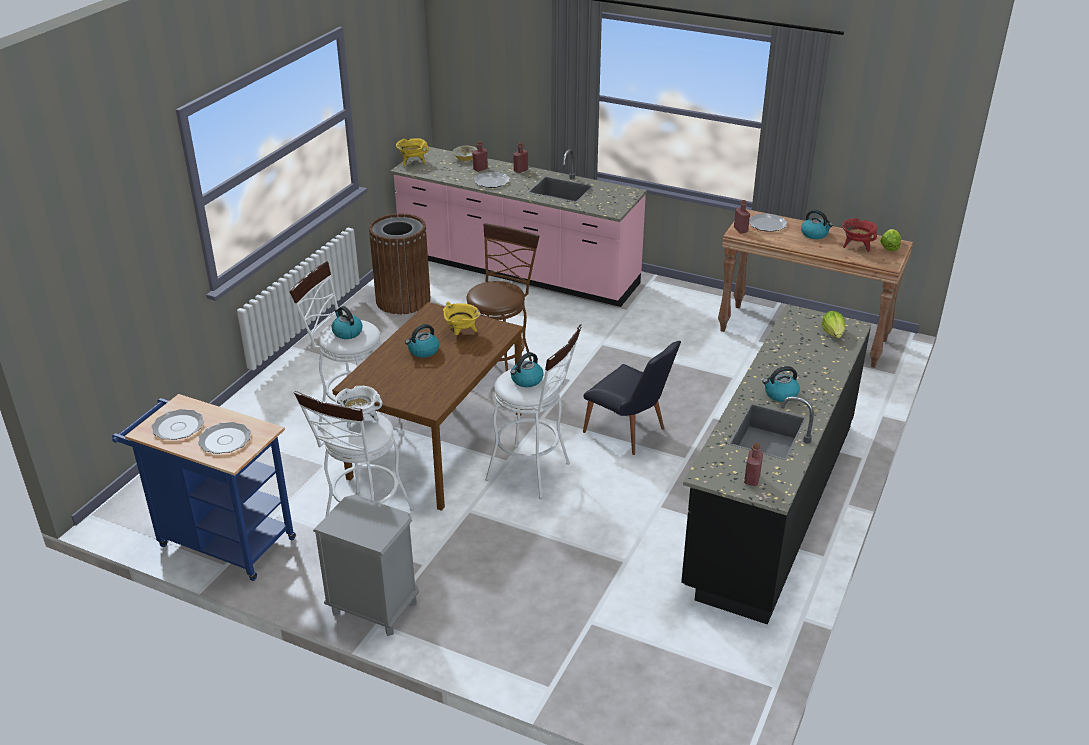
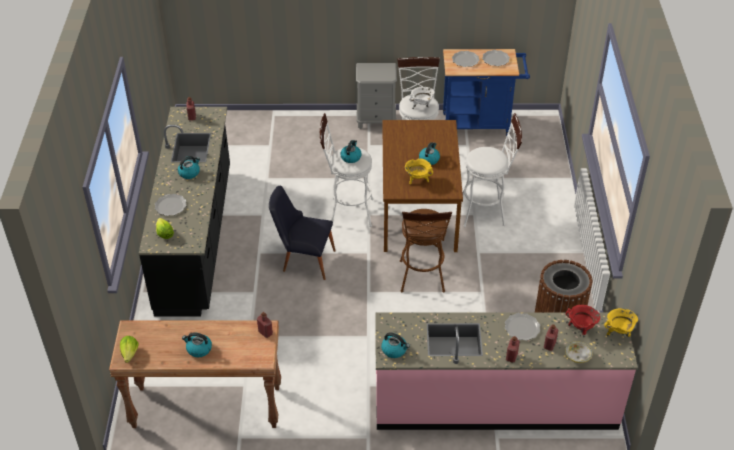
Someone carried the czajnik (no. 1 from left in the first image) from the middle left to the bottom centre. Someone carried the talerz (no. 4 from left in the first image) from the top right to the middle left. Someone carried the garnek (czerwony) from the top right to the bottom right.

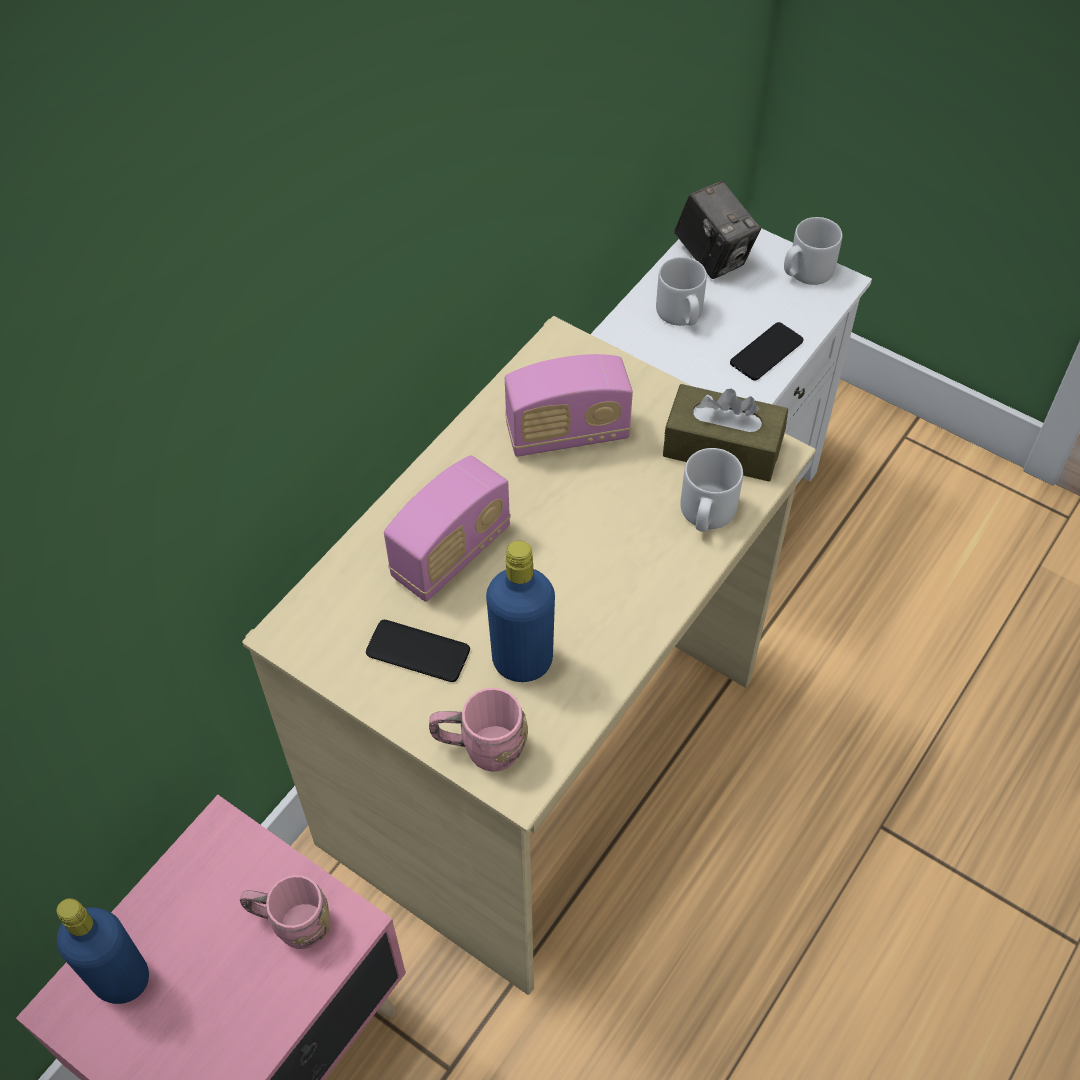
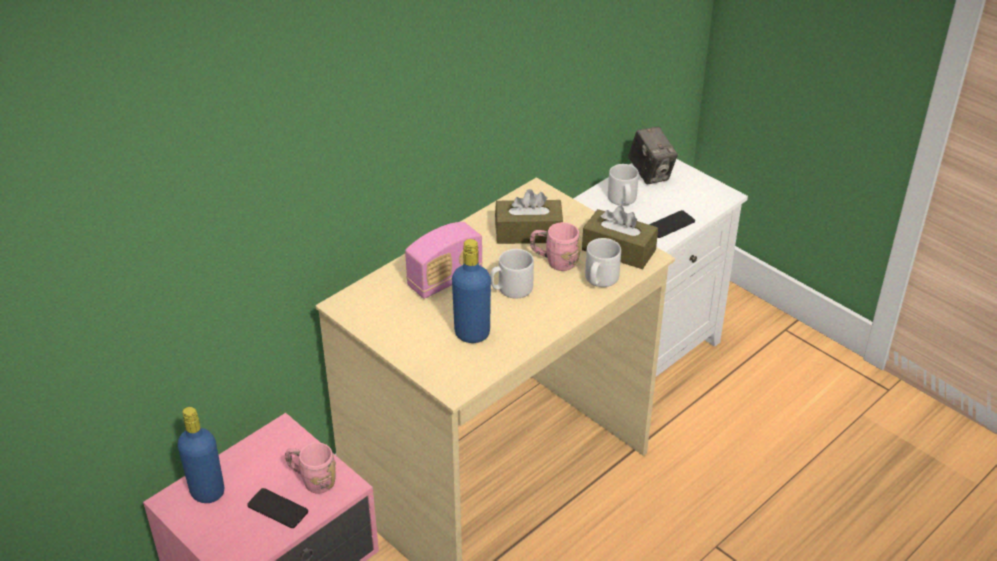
Someone carried the telefon (no. 1 from left) from the centre to the bottom left. Someone carried the kubek (różowy) (no. 2 from left) from the bottom centre to the centre. Someone swapped the radio (no. 2 from left) at the centre for the pudełko chusteczek (brązowy) (no. 1 from left) at the centre. Someone carried the kubek (szary) (no. 3 from left in the first image) from the top right to the centre.

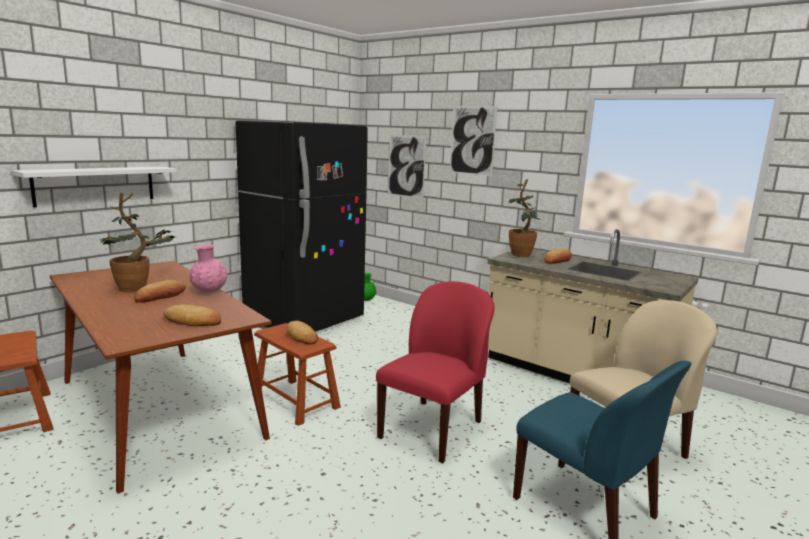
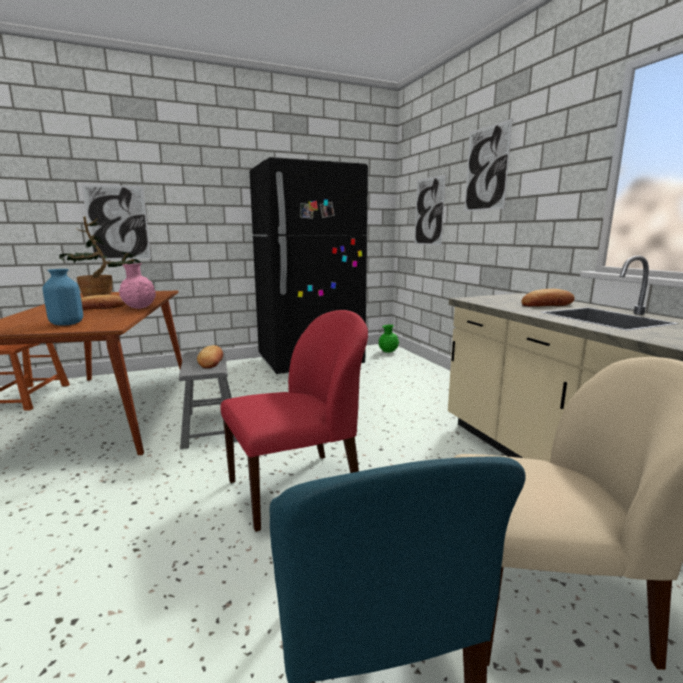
Someone swapped the półka (biały) at the middle left for the obraz (no. 1 from left) at the top left. Someone swapped the chleb (no. 2 from left) at the middle left for the wazon (niebieski) at the middle left. Someone repainted the stołek (brązowy) (no. 2 from left) at the bottom centre, which became the stołek (szary) at the middle left. Someone took away the roślina doniczkowa (no. 2 from left) at the centre.

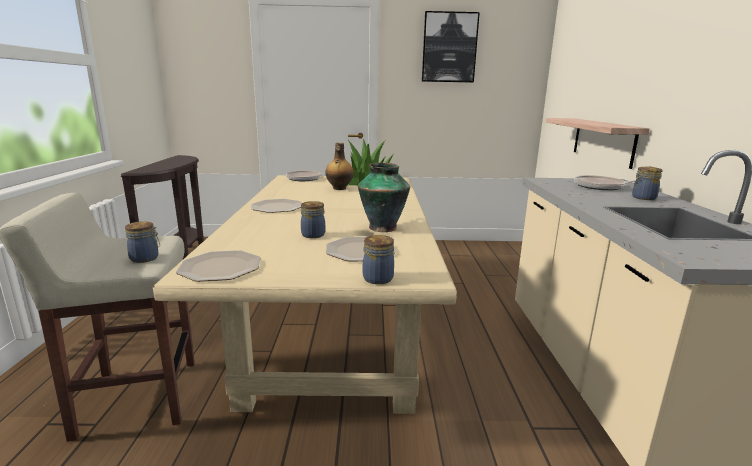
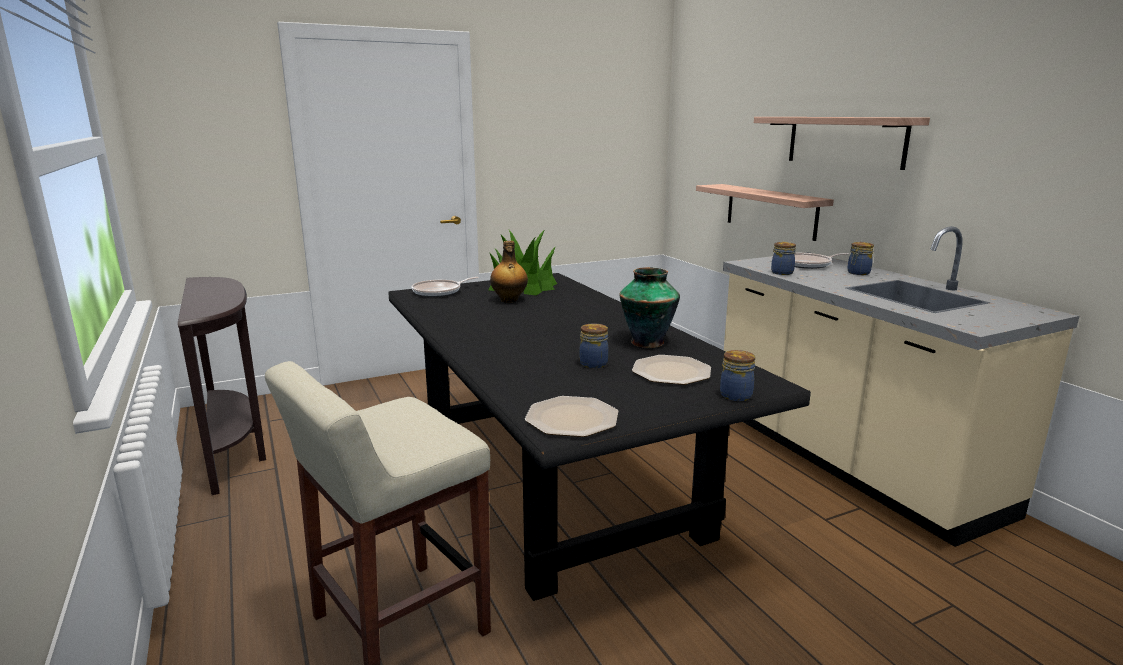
Someone carried the słoik (no. 1 from left in the first image) from the middle left to the middle right. Someone repainted the stół jadalny (beżowy) at the centre, which became the stół jadalny (czarny) at the centre. Someone took away the talerz (no. 2 from left) at the centre. Someone took away the obraz at the top centre. Someone put up the półka (no. 2 from left) at the top right.

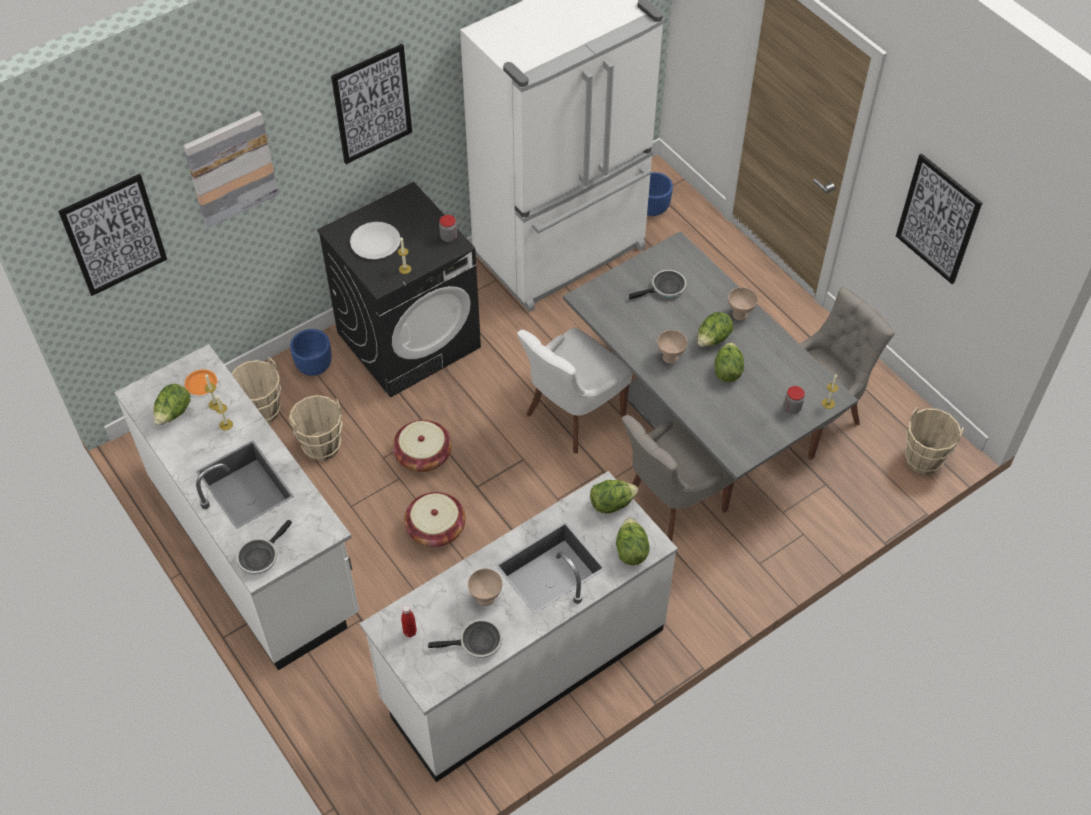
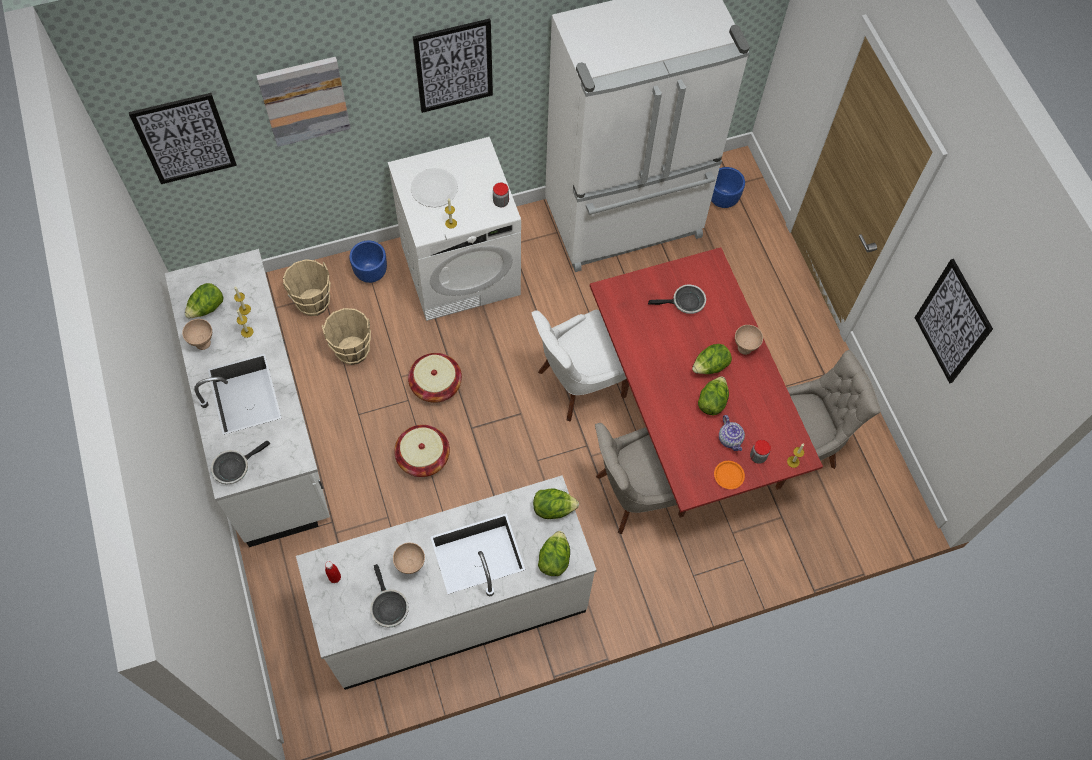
Someone carried the talerz (pomarańczowy) from the middle left to the middle right. Someone repainted the pralka (czarny) at the centre, which became the pralka (biały) at the top centre. Someone rotated the patelnia (no. 2 from left) at the bottom centre by 60 degrees clockwise. Someone repainted the stół jadalny (szary) at the centre, which became the stół jadalny (czerwony) at the centre. Someone carried the miska (beżowy) (no. 2 from left in the first image) from the centre to the middle left. Someone took away the wiadro (beżowy) (no. 3 from left) at the middle right. Someone put down the imbryk at the middle right.

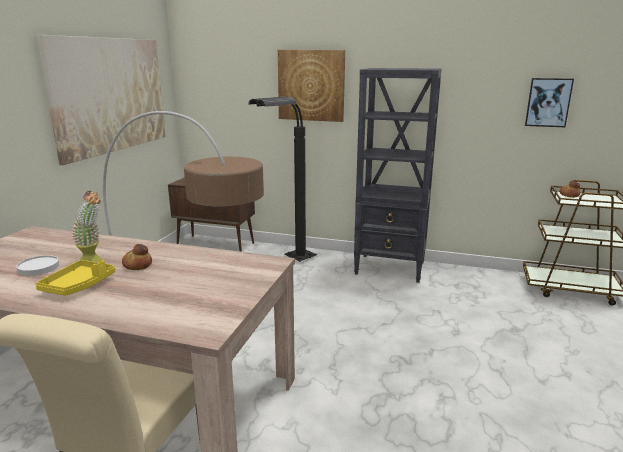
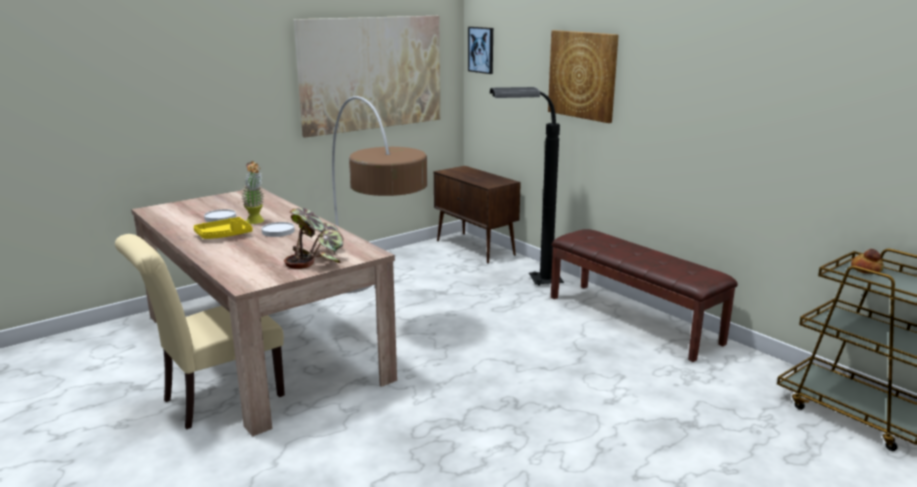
Someone swapped the chleb (no. 1 from left) at the middle left for the talerz (biały) (no. 2 from left) at the middle left. Someone swapped the regał (czarny) at the centre for the ławka (brązowy) at the middle right. Someone carried the obraz (no. 3 from left in the first image) from the top right to the top centre. Someone put down the roślina doniczkowa (no. 2 from left) at the centre.

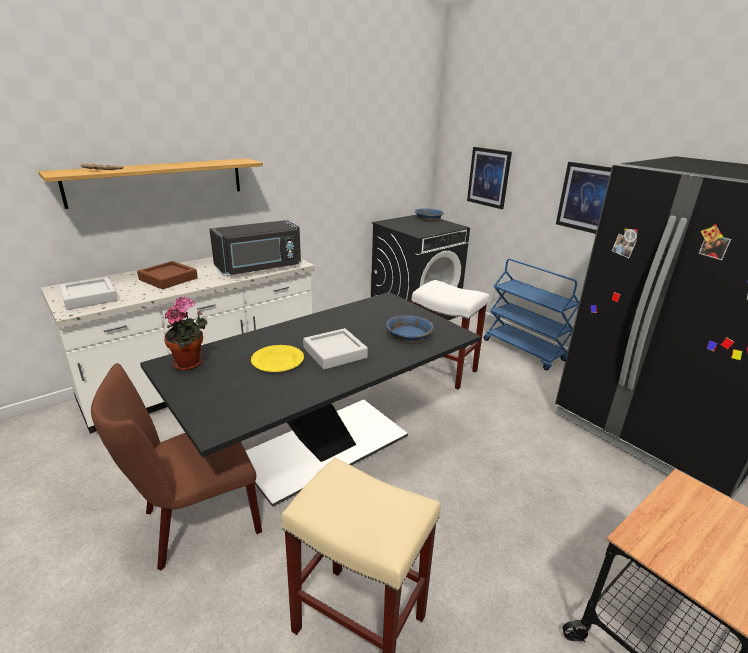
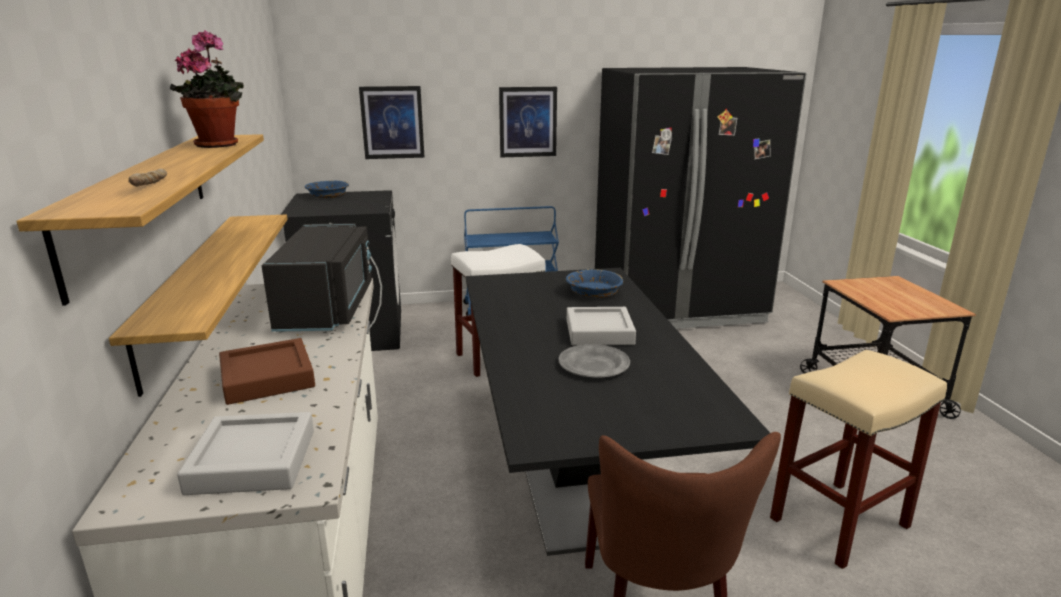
Someone carried the roślina doniczkowa from the middle left to the top left. Someone repainted the talerz (żółty) at the centre, which became the talerz (szary) at the centre. Someone put up the półka (no. 2 from left) at the middle left.

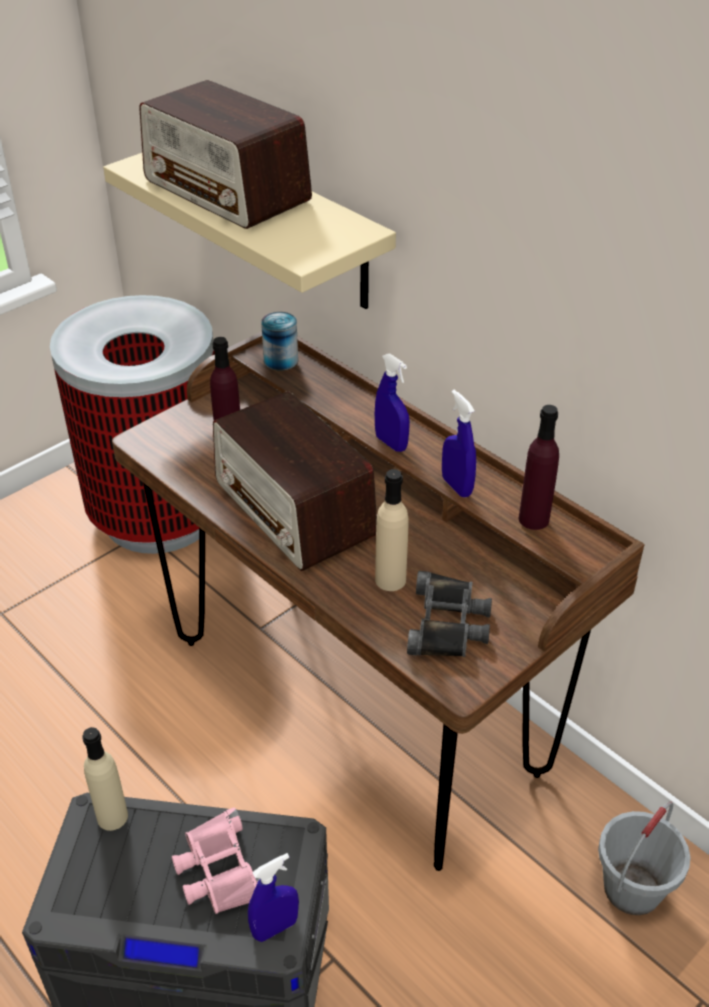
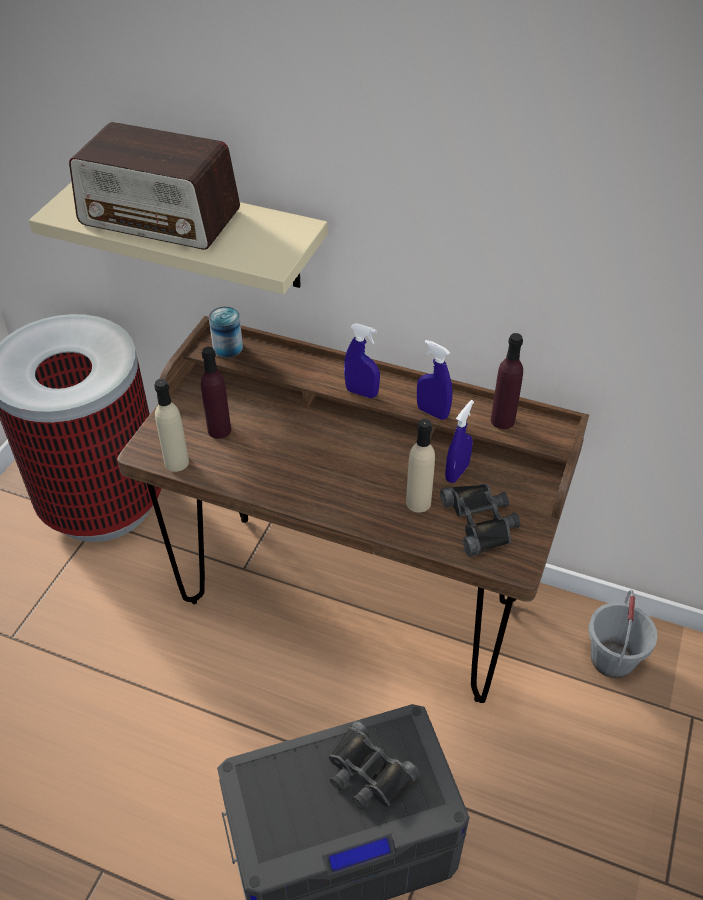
Someone carried the butelka (beżowy) (no. 1 from left) from the bottom left to the middle left. Someone repainted the lornetka (różowy) at the bottom left, which became the lornetka (czarny) (no. 1 from left) at the bottom centre. Someone took away the radio (no. 2 from left) at the centre. Someone carried the spryskiwacz (niebieski) (no. 1 from left in the first image) from the bottom centre to the centre.

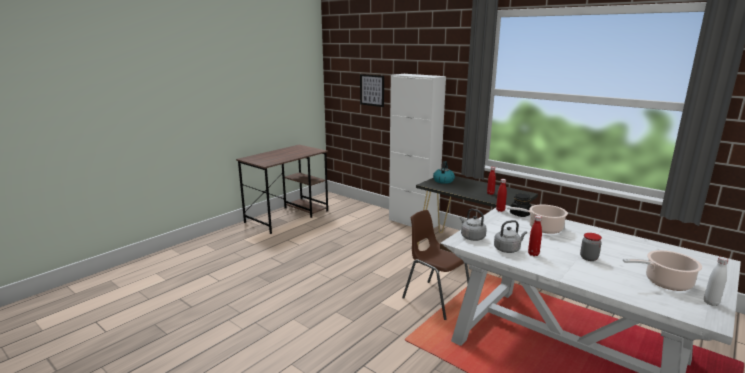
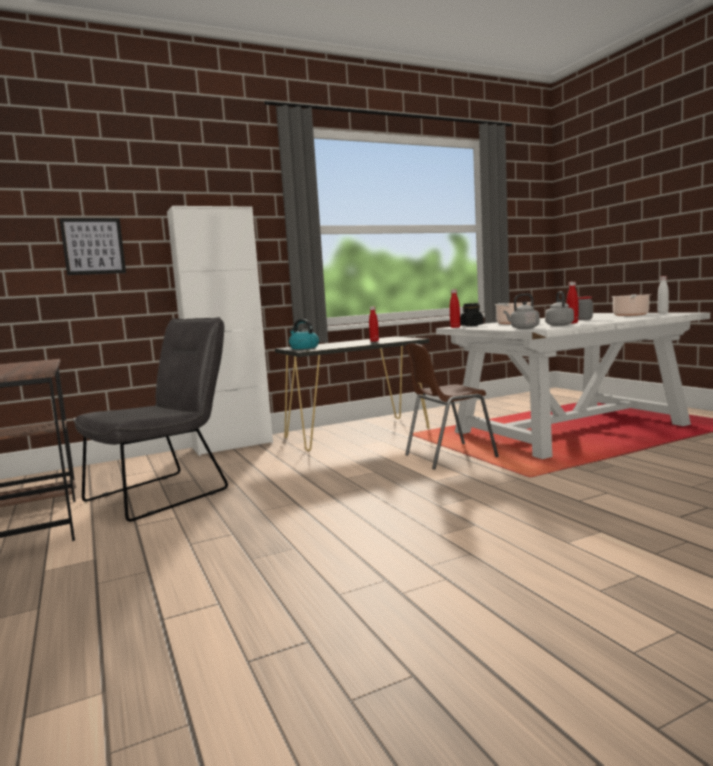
Someone put down the krzesło (szary) at the middle left.

